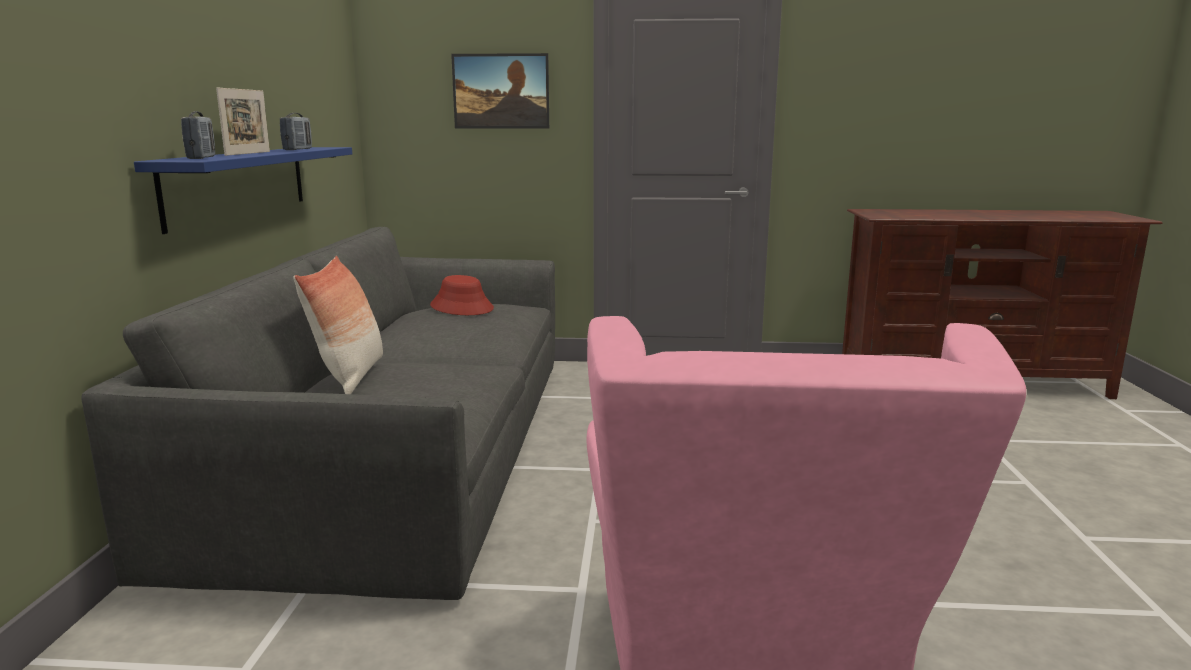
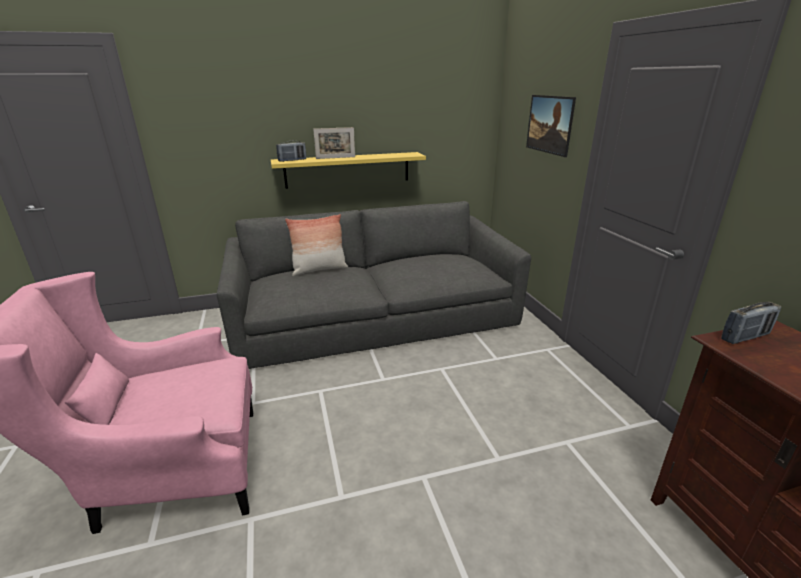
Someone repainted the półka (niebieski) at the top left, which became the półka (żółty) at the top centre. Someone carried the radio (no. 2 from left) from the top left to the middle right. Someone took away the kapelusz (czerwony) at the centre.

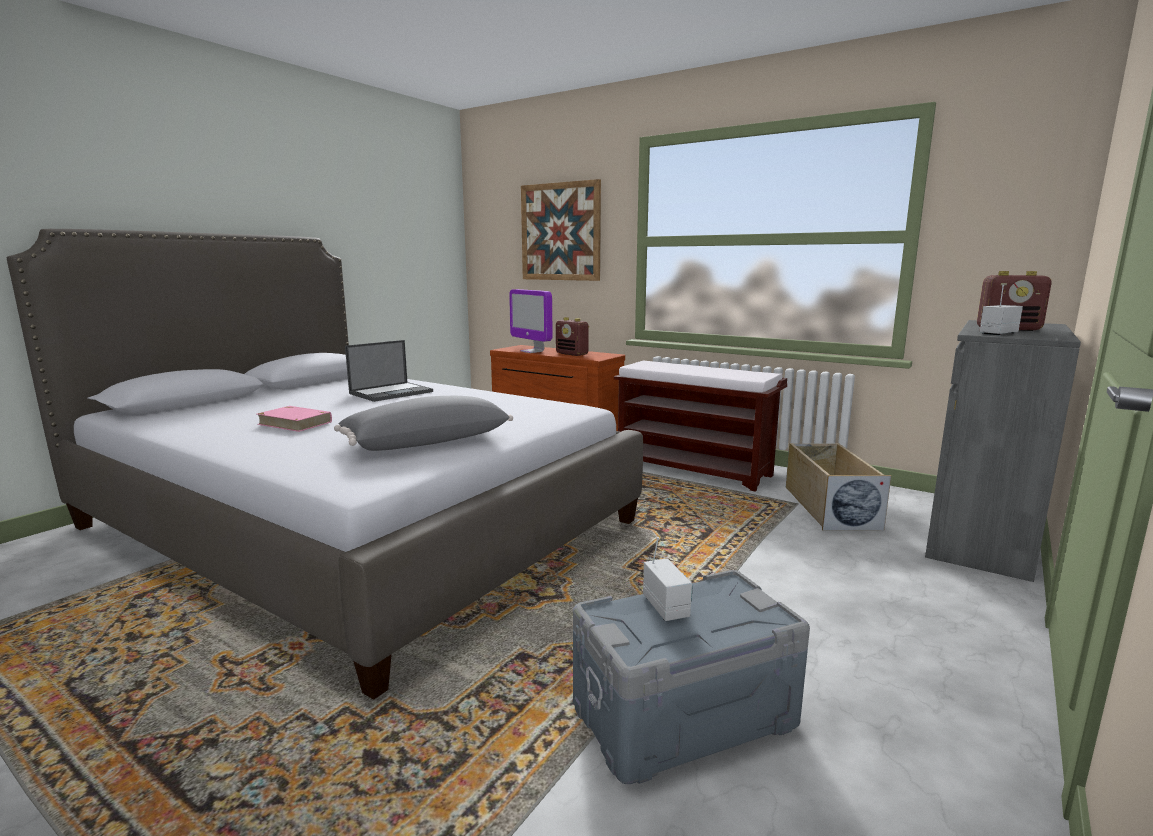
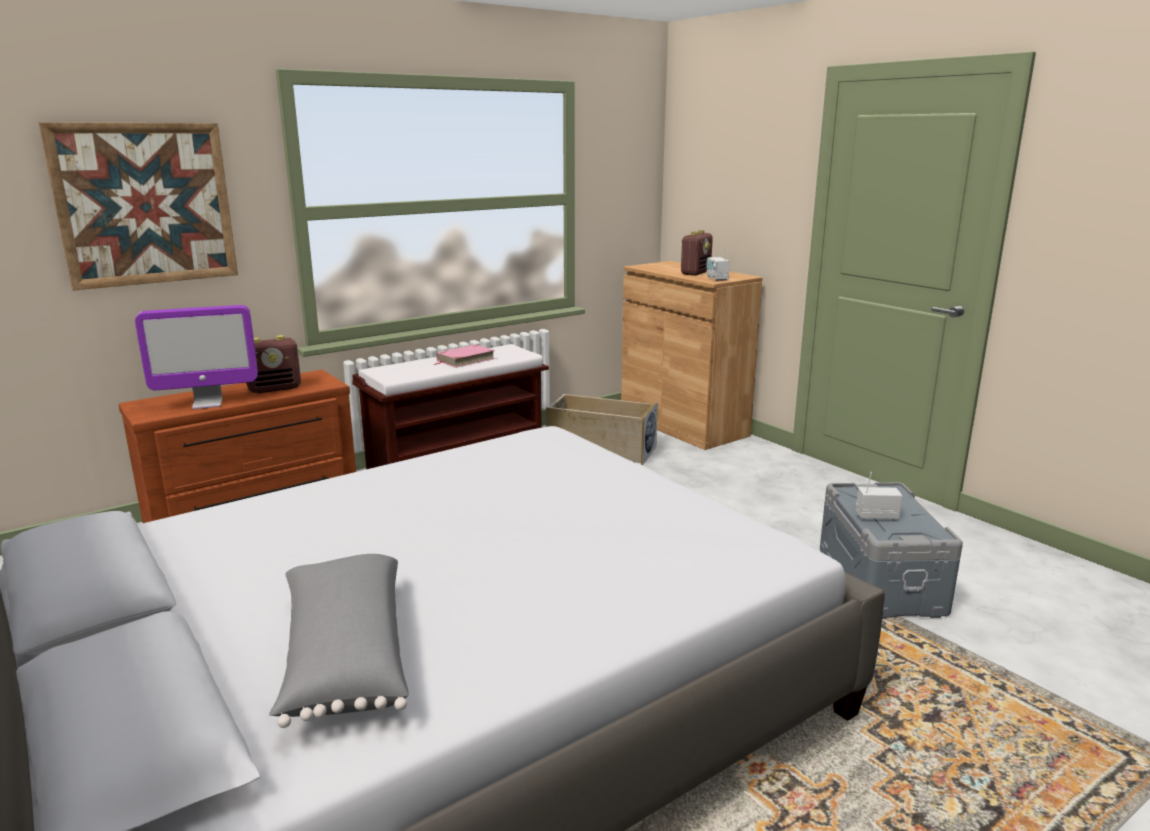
Someone carried the książka (różowy) from the middle left to the centre. Someone carried the poduszka (szary) from the centre to the bottom left. Someone took away the laptop at the centre. Someone repainted the szafka (szary) at the middle right, which became the szafka (brązowy) at the centre.

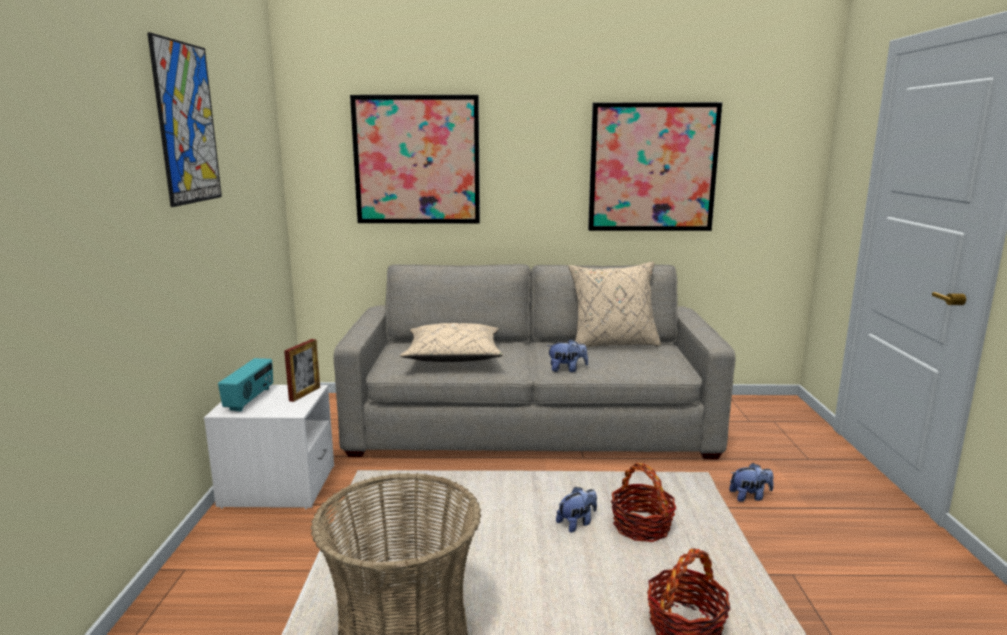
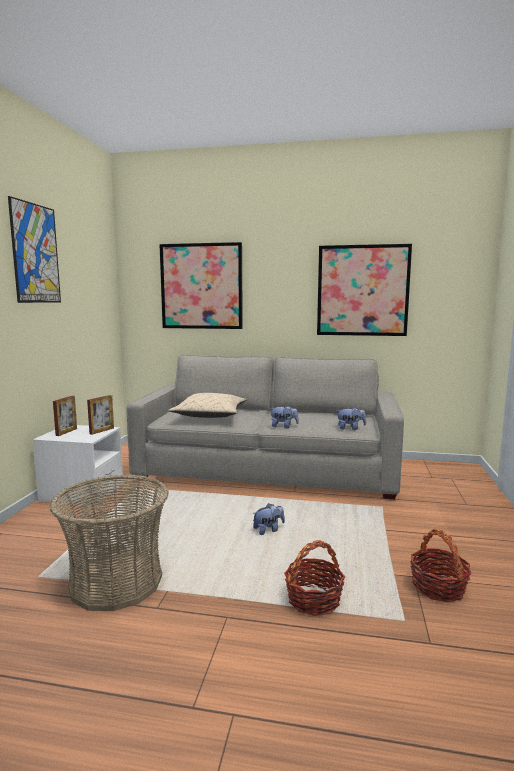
Someone swapped the radio at the middle left for the ramka na zdjęcie (no. 1 from left) at the middle left. Someone took away the poduszka (beżowy) (no. 2 from left) at the centre. Someone carried the koszyk (no. 2 from left in the first image) from the bottom centre to the bottom right. Someone carried the pluszak (no. 3 from left) from the bottom right to the middle right.

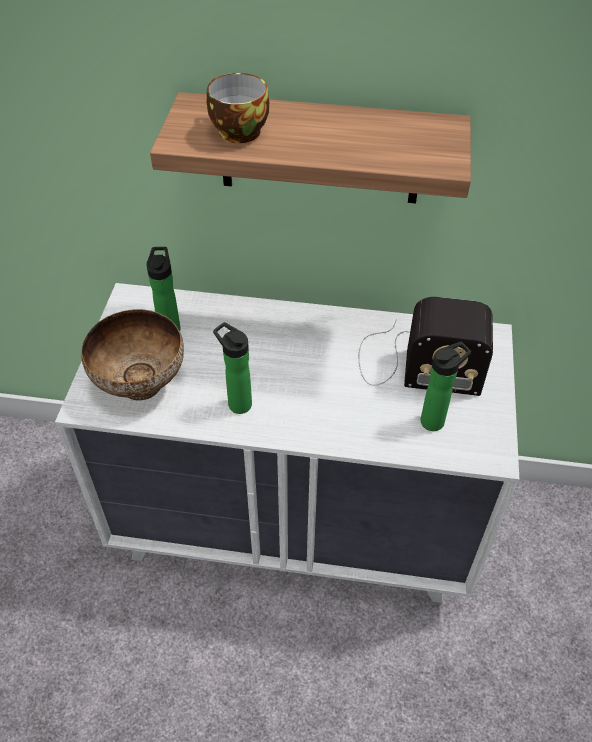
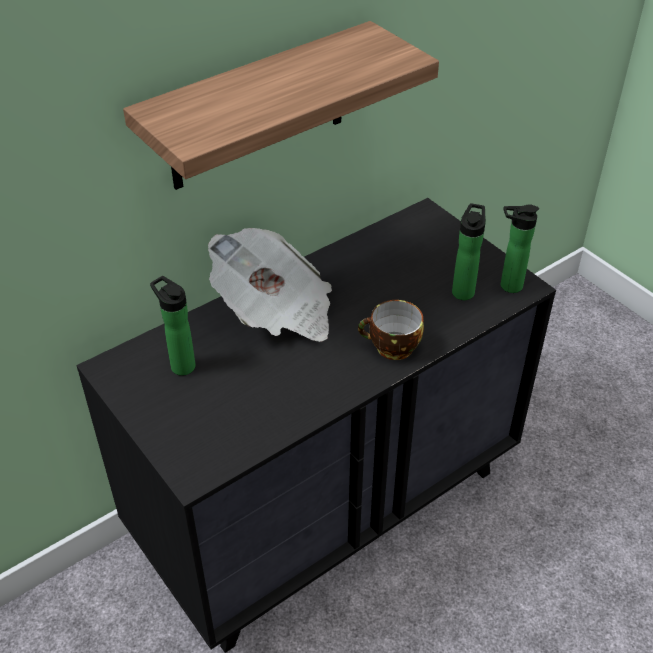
Someone repainted the komoda (biały) at the centre, which became the komoda (czarny) at the centre. Someone took away the miska at the middle left. Someone carried the filiżanka from the top centre to the centre. Someone carried the butelka (no. 2 from left in the first image) from the centre to the middle right. Someone took away the radio at the middle right. Someone put down the gazeta at the centre.

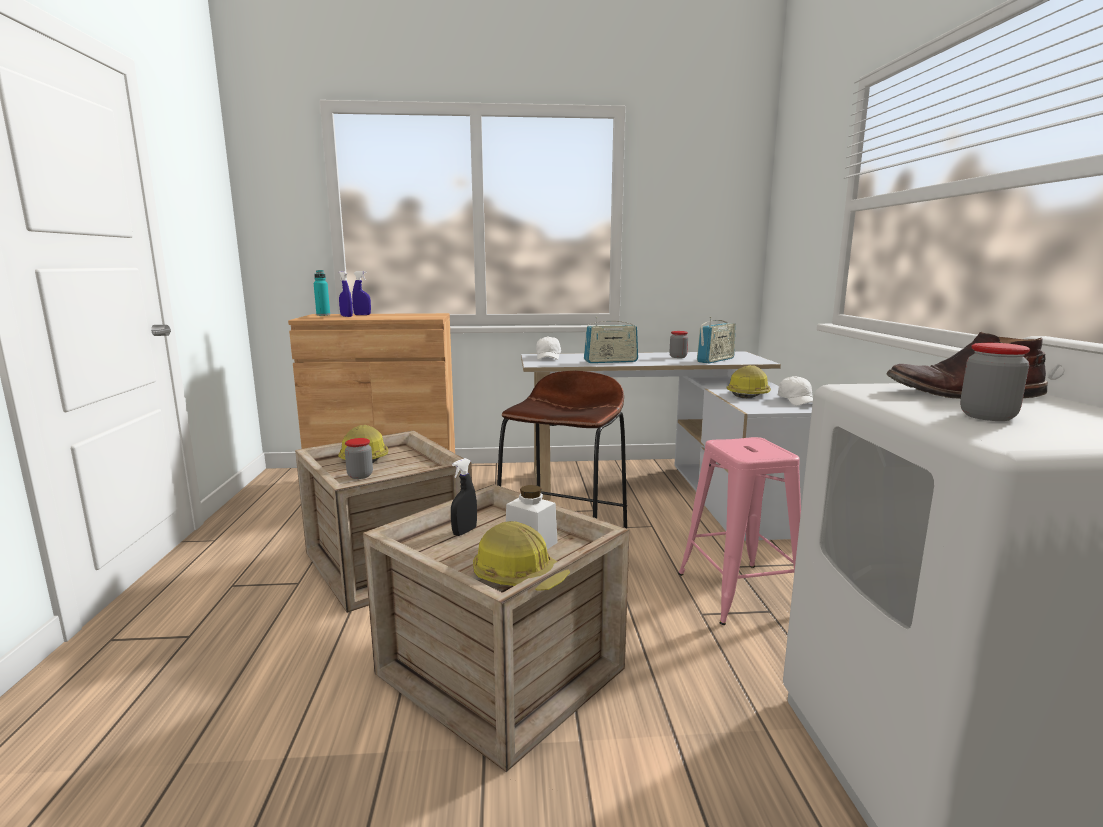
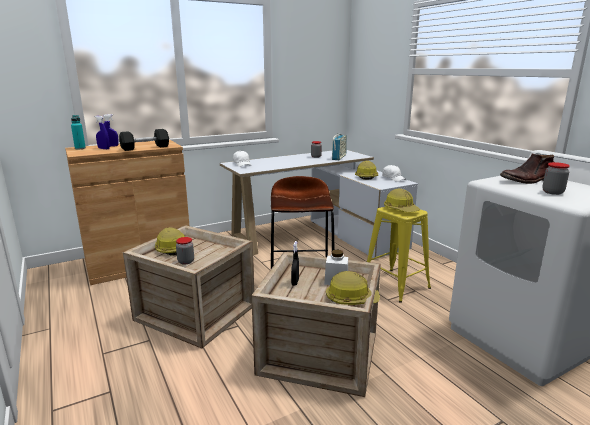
Someone took away the radio (no. 1 from left) at the centre. Someone repainted the stołek (różowy) at the middle right, which became the stołek (żółty) at the middle right. Someone put down the hantel (czarny) at the top left. Someone put down the kask (no. 4 from left) at the middle right.

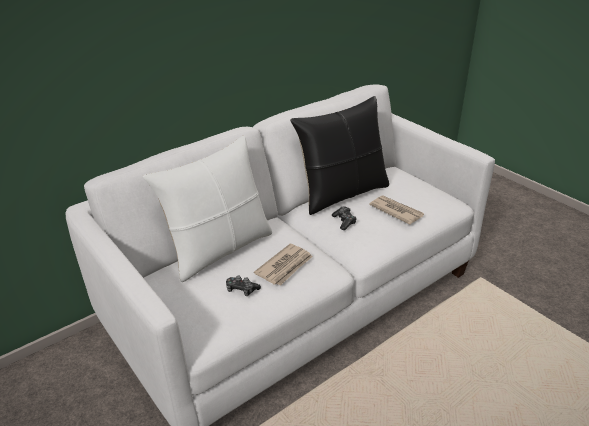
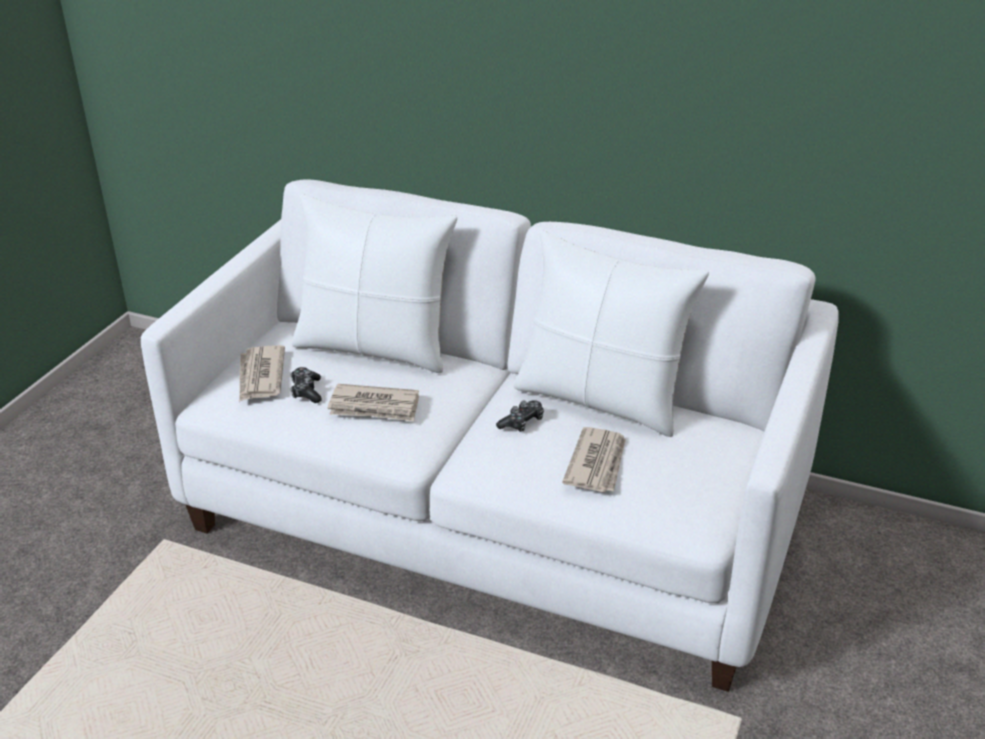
Someone repainted the poduszka (czarny) at the centre, which became the poduszka (biały) (no. 2 from left) at the centre. Someone put down the gazeta (no. 1 from left) at the middle left.

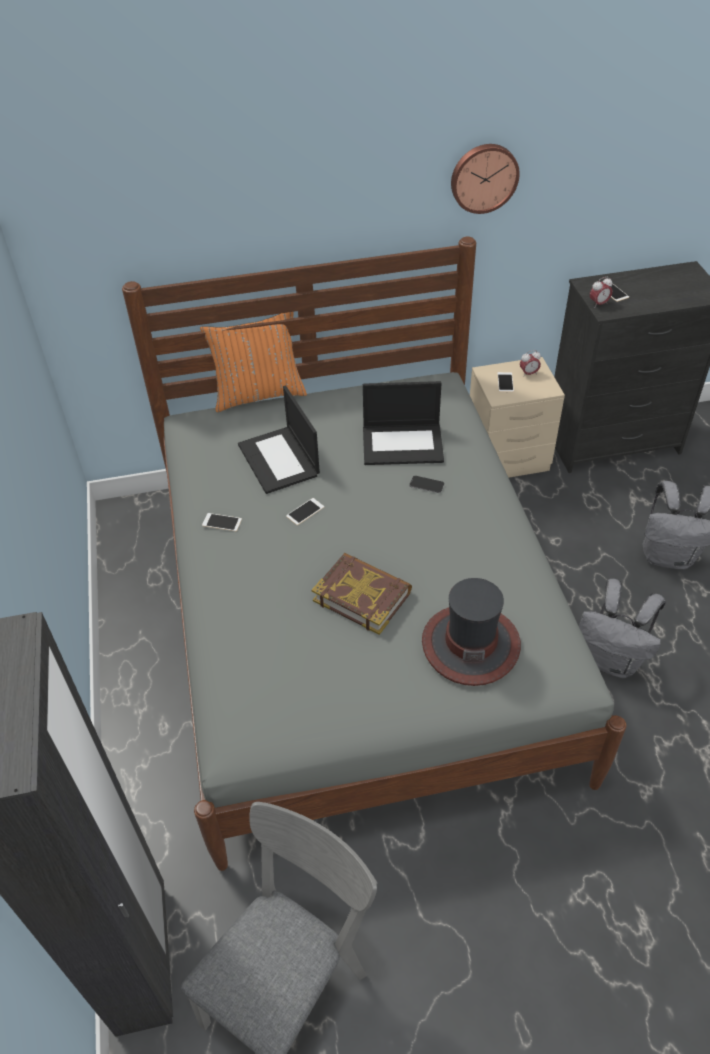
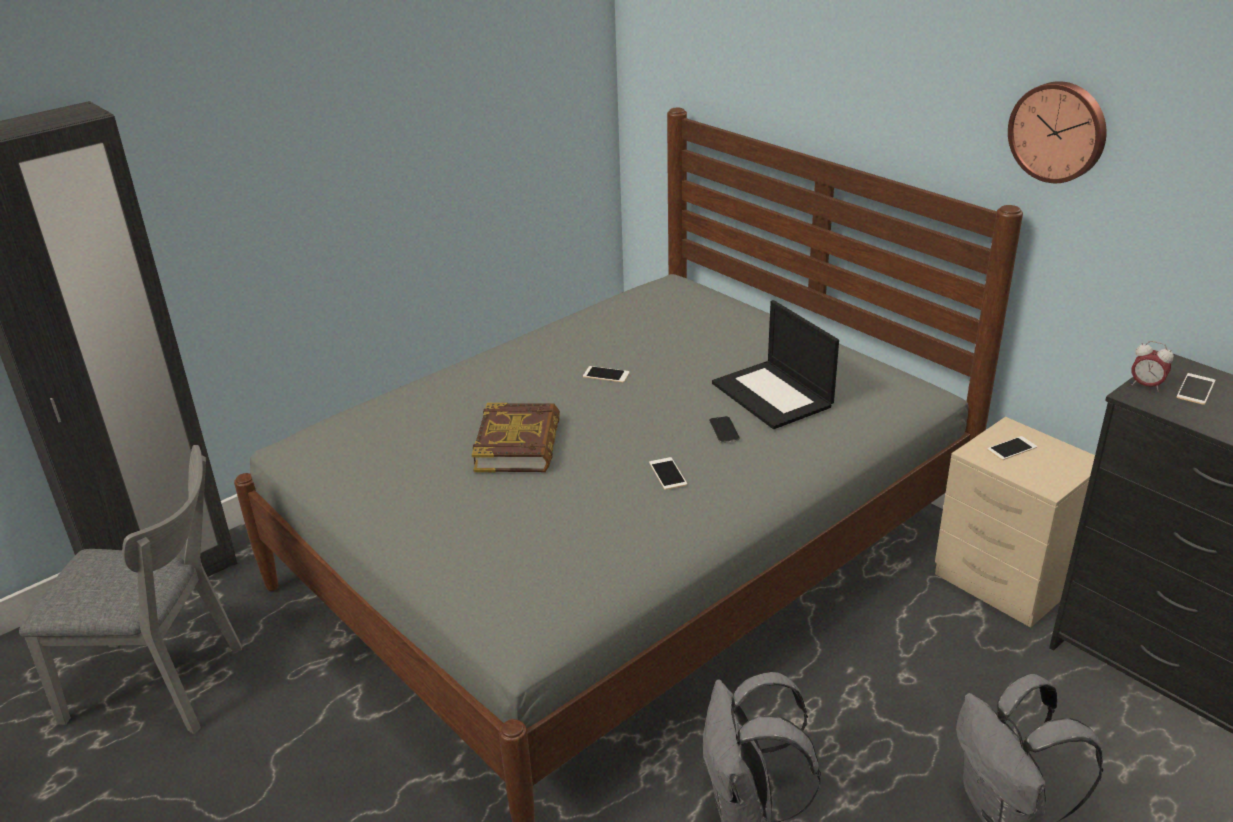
Someone took away the poduszka (pomarańczowy) at the centre. Someone carried the telefon (no. 1 from left in the first image) from the middle left to the centre. Someone took away the laptop (no. 1 from left) at the centre. Someone took away the kapelusz at the centre. Someone took away the budzik (no. 1 from left) at the middle right.

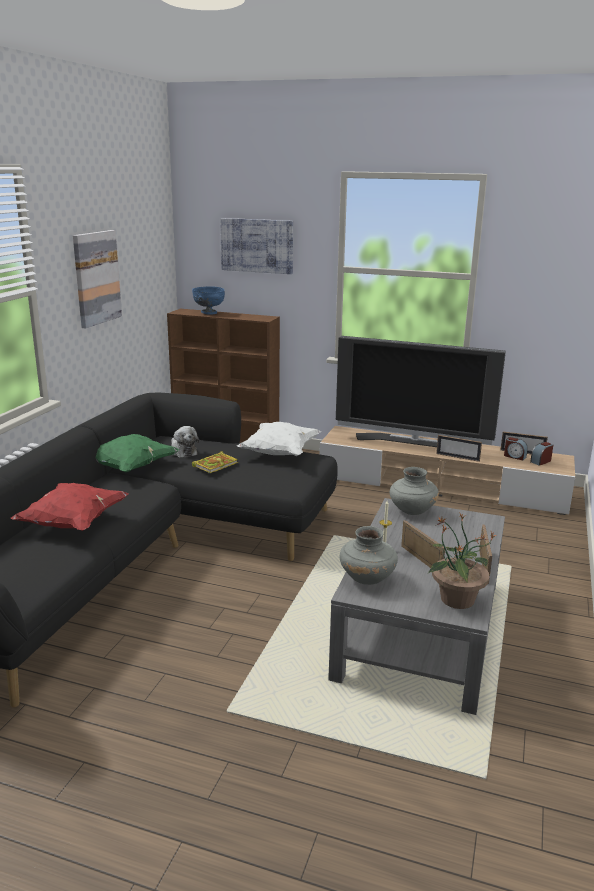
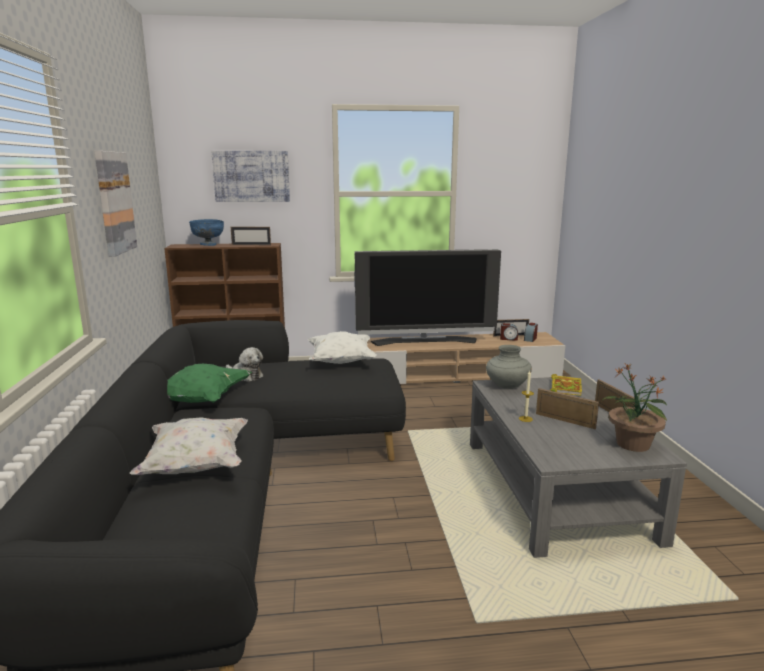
Someone repainted the poduszka (czerwony) at the middle left, which became the poduszka (biały) (no. 1 from left) at the middle left. Someone carried the książka from the centre to the middle right. Someone took away the wazon (szary) (no. 1 from left) at the centre. Someone carried the ramka na zdjęcie (no. 2 from left in the first image) from the middle right to the middle left.

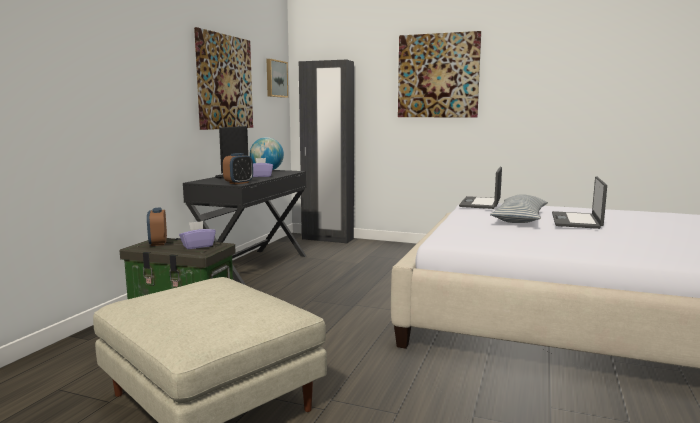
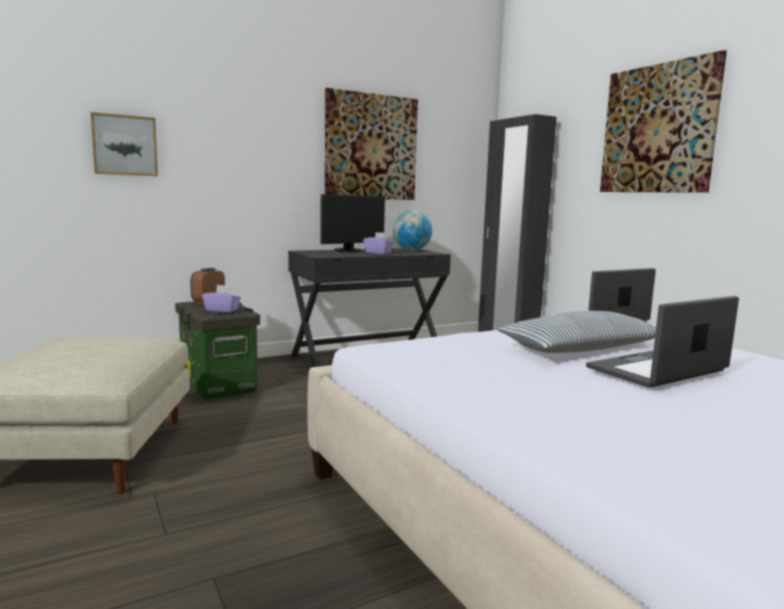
Someone took away the budzik (no. 2 from left) at the centre. Someone carried the obraz (no. 2 from left in the first image) from the top centre to the top left.

